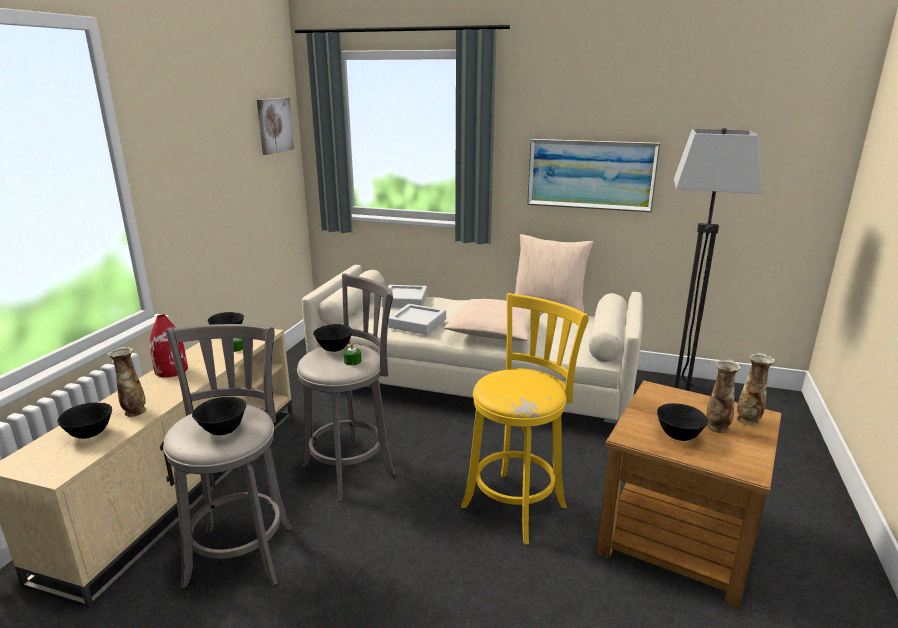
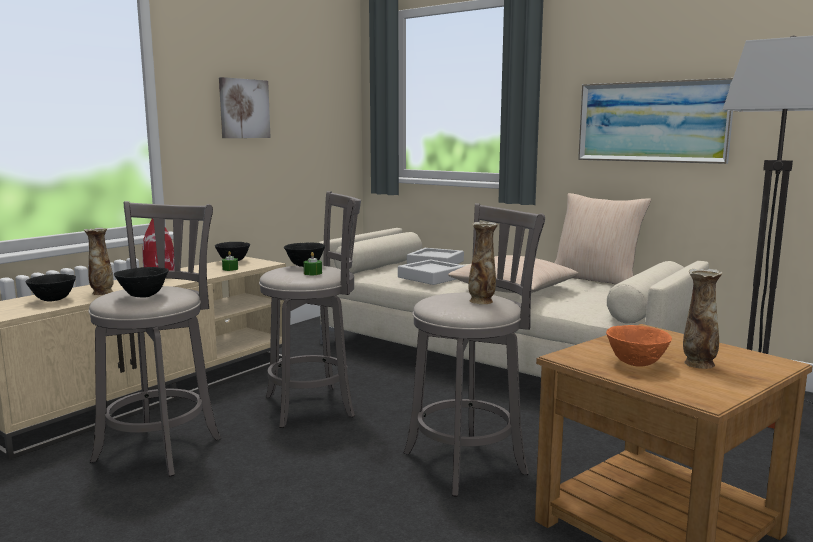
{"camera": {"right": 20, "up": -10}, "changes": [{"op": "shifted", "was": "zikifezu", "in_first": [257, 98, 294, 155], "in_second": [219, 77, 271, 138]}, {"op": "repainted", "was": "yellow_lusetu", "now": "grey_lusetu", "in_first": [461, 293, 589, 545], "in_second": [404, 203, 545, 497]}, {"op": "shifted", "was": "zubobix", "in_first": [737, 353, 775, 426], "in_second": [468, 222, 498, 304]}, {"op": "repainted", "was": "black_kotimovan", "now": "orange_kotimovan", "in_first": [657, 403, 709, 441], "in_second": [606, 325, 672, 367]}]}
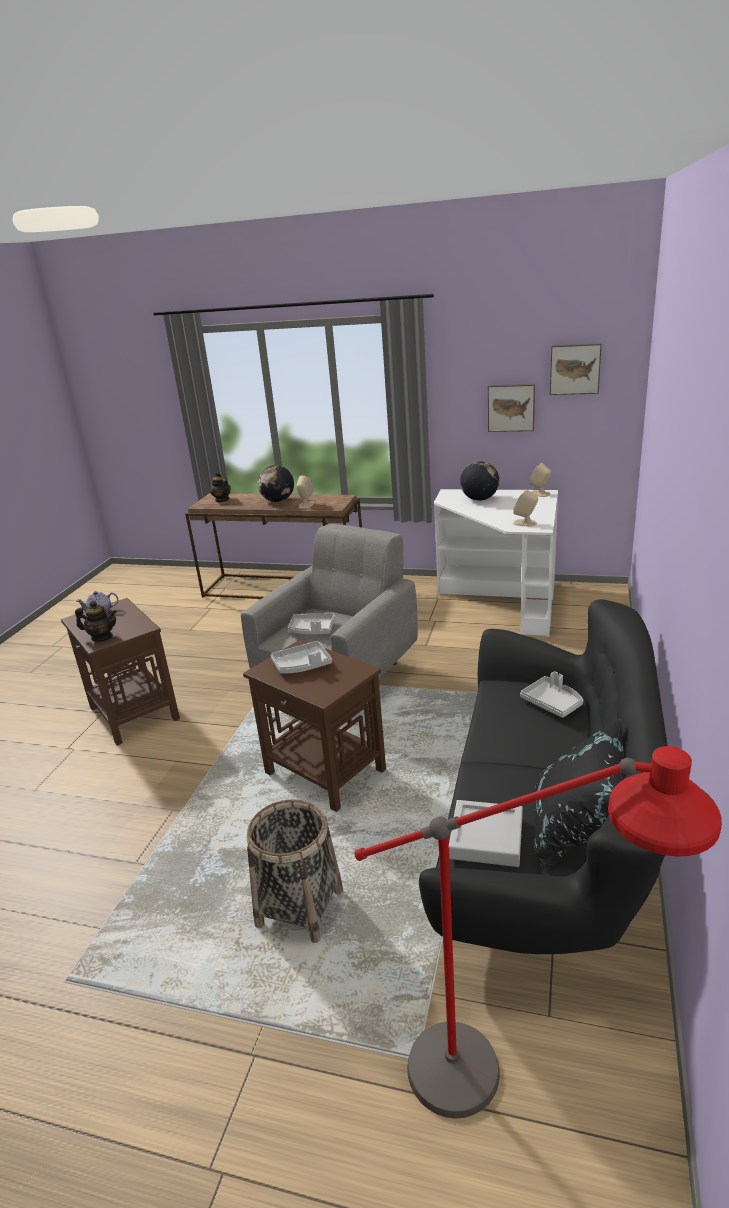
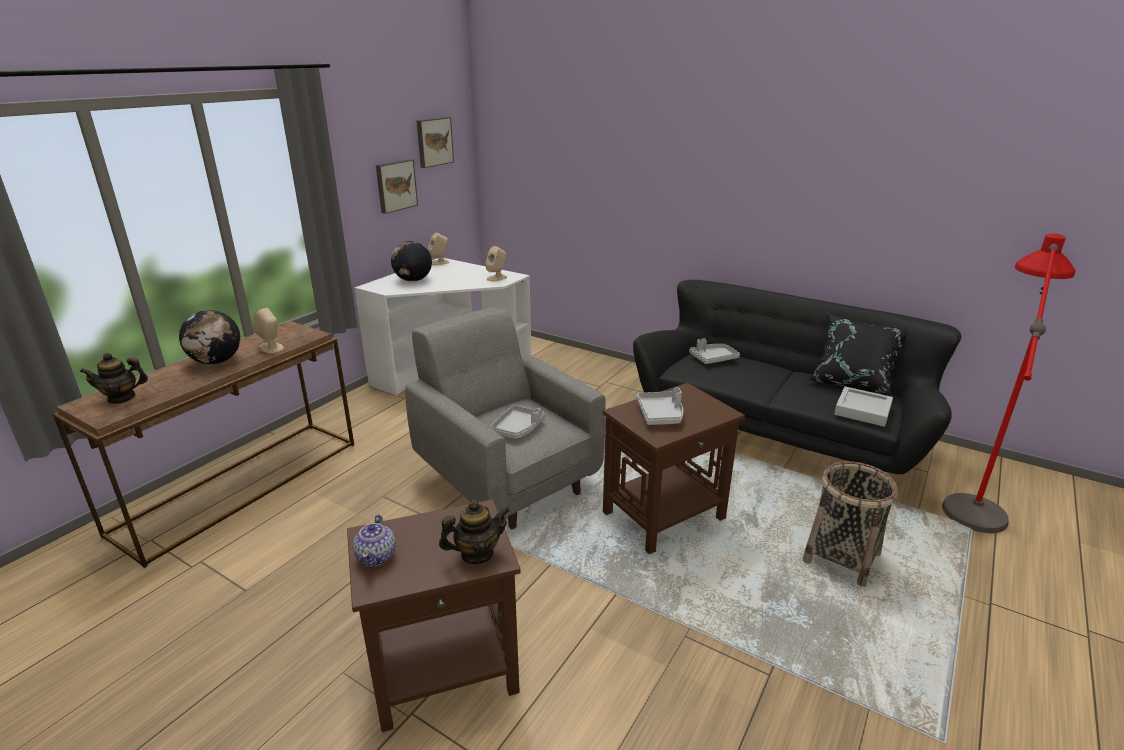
{"camera": {"right": -75, "up": 0}, "changes": [{"op": "rotated", "was": "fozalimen", "in_first": [75, 601, 117, 642], "in_second": [439, 500, 510, 564], "clockwise": 45}]}
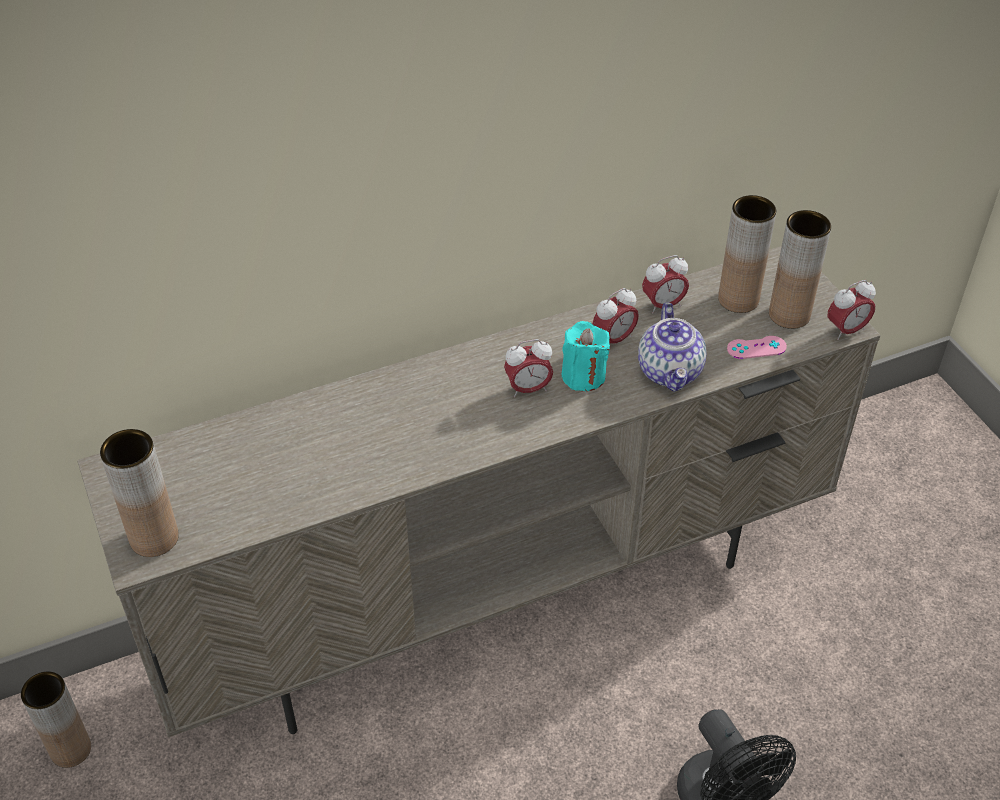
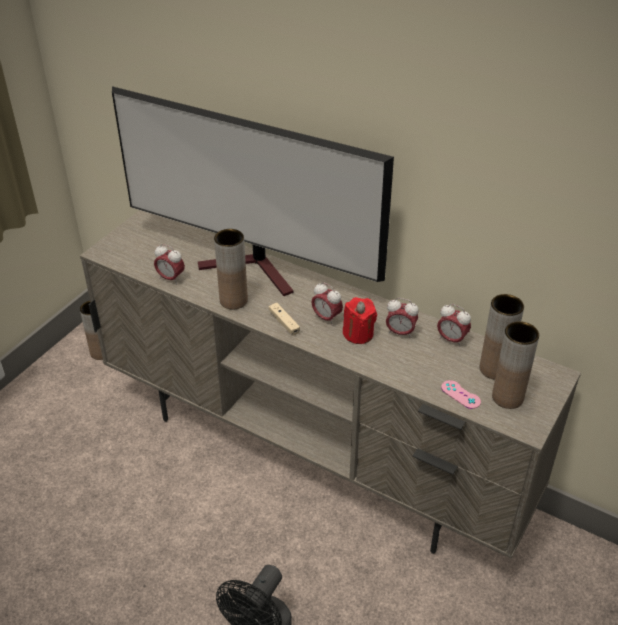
{"camera": {"right": 55, "up": -5}, "changes": [{"op": "shifted", "was": "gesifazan", "in_first": [828, 280, 876, 340], "in_second": [154, 244, 185, 284]}, {"op": "gone", "was": "fozalimen", "in_first": [638, 302, 707, 392]}, {"op": "repainted", "was": "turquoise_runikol", "now": "red_runikol", "in_first": [562, 321, 610, 391], "in_second": [343, 297, 377, 344]}, {"op": "shifted", "was": "brown_zubobix", "in_first": [100, 429, 179, 557], "in_second": [214, 229, 248, 310]}, {"op": "new", "now": "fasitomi", "in_second": [112, 86, 394, 296]}, {"op": "new", "now": "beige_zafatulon", "in_second": [269, 303, 300, 336]}]}
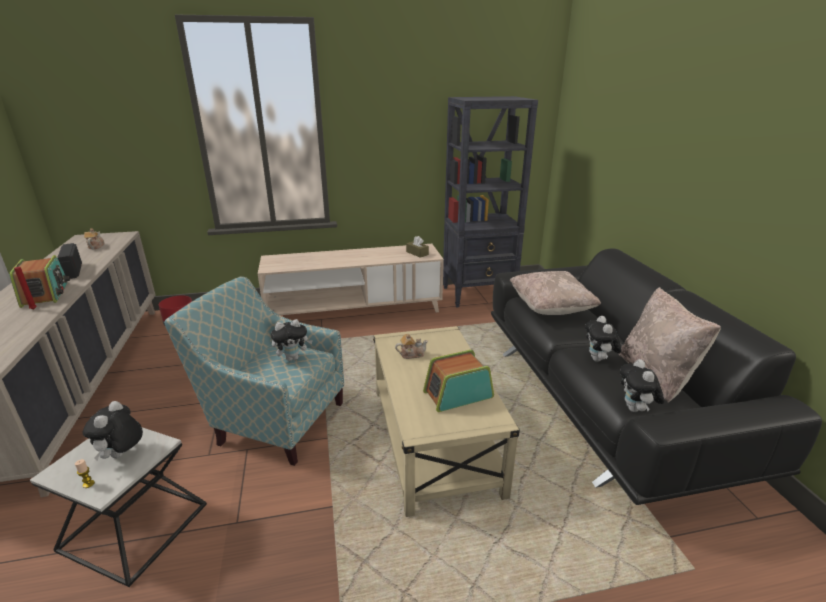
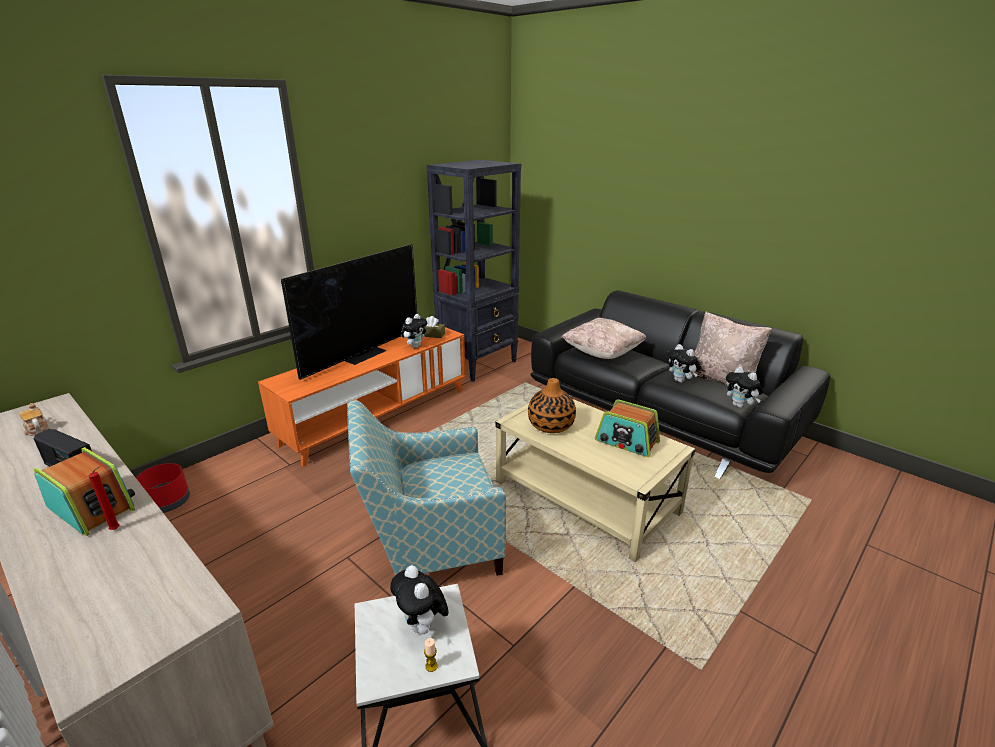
{"camera": {"right": -35, "up": 0}, "changes": [{"op": "repainted", "was": "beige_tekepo", "now": "orange_tekepo", "in_first": [258, 244, 444, 315], "in_second": [258, 327, 465, 467]}, {"op": "shifted", "was": "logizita", "in_first": [271, 319, 313, 361], "in_second": [401, 314, 427, 348]}, {"op": "swapped", "was": "fozalimen", "now": "zubobix", "in_first": [395, 334, 428, 359], "in_second": [528, 378, 576, 433]}, {"op": "rotated", "was": "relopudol", "in_first": [423, 350, 494, 412], "in_second": [595, 399, 660, 457], "clockwise": -90}, {"op": "new", "now": "fasitomi", "in_second": [281, 244, 417, 380]}]}
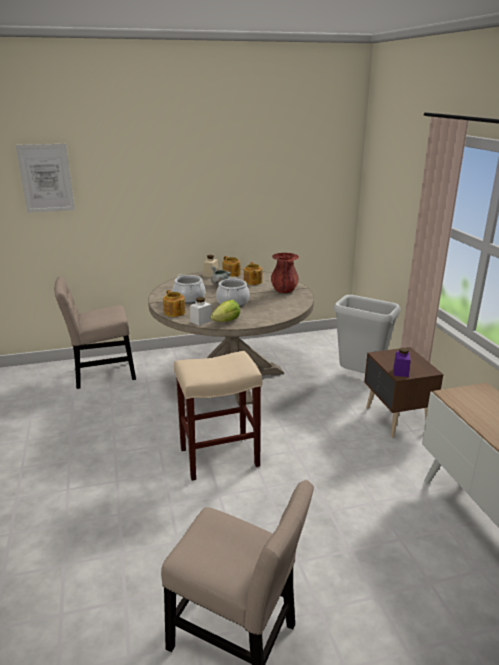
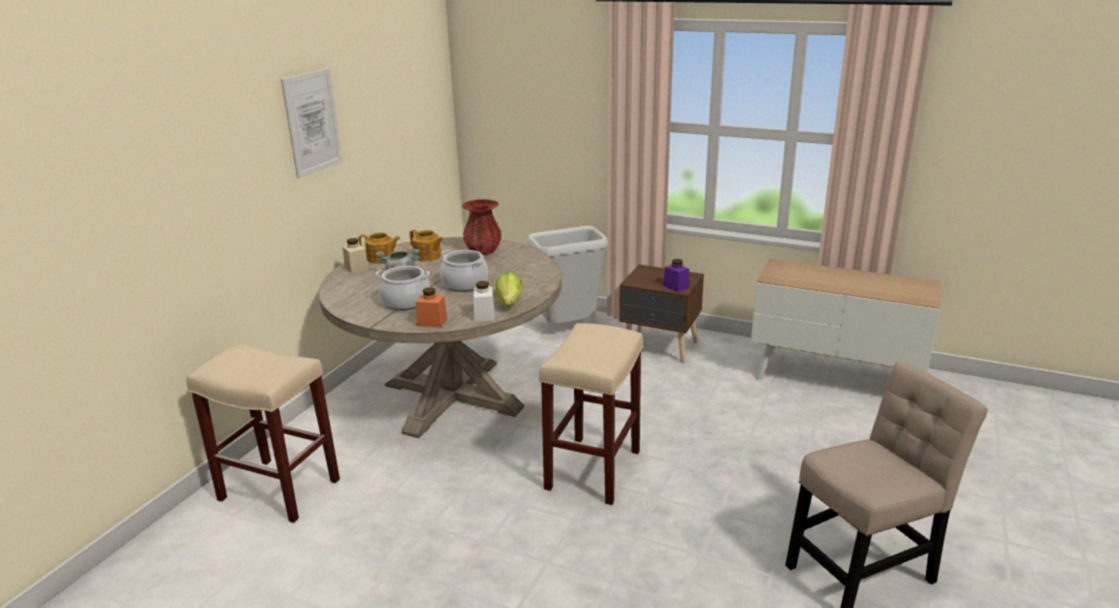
{"camera": {"right": -50, "up": 0}, "changes": [{"op": "shifted", "was": "zikifezu", "in_first": [16, 144, 75, 213], "in_second": [281, 68, 343, 179]}, {"op": "swapped", "was": "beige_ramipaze", "now": "beige_lusetu", "in_first": [54, 277, 136, 389], "in_second": [186, 344, 340, 523]}, {"op": "swapped", "was": "fozalimen", "now": "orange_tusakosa", "in_first": [163, 290, 186, 317], "in_second": [415, 287, 447, 328]}]}
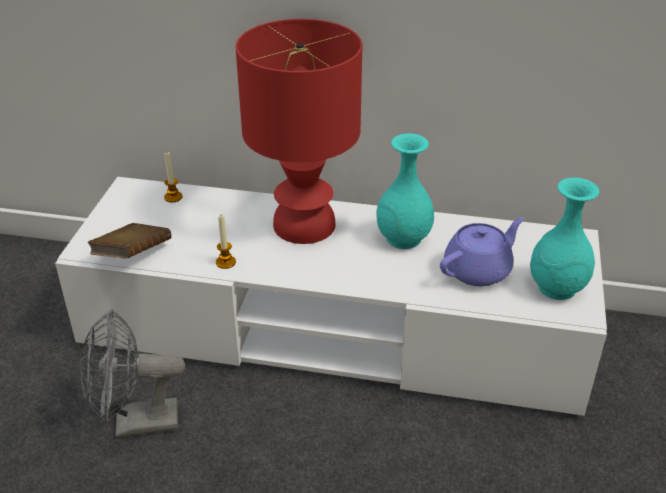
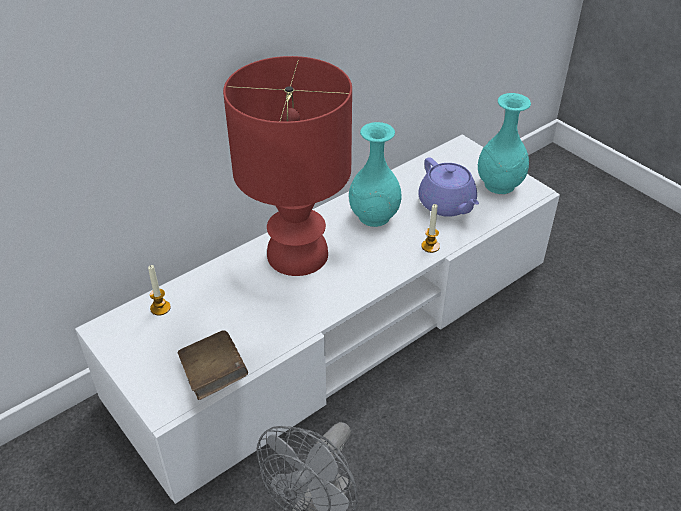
{"camera": {"right": -50, "up": 5}, "changes": [{"op": "shifted", "was": "runikol", "in_first": [216, 215, 236, 269], "in_second": [421, 204, 440, 253]}, {"op": "rotated", "was": "purple_fozalimen", "in_first": [440, 217, 524, 286], "in_second": [418, 157, 479, 217], "clockwise": 150}]}
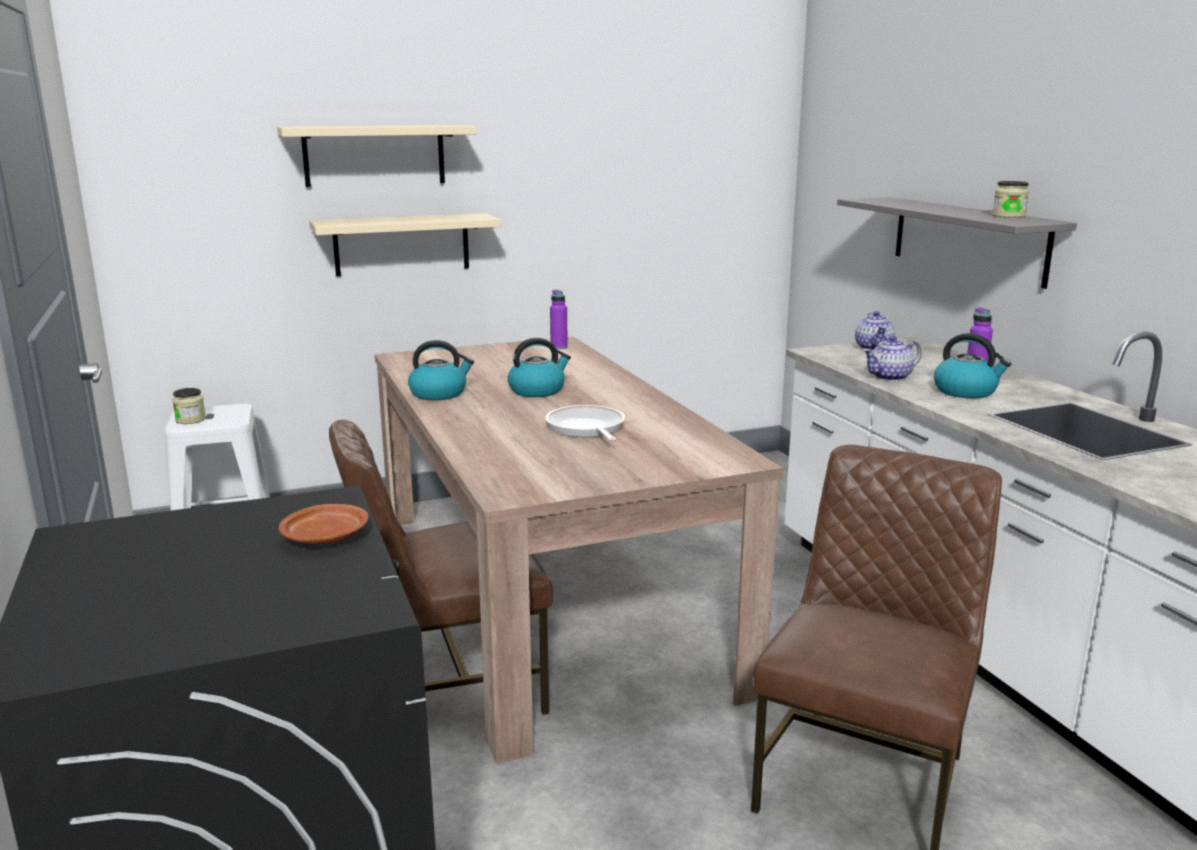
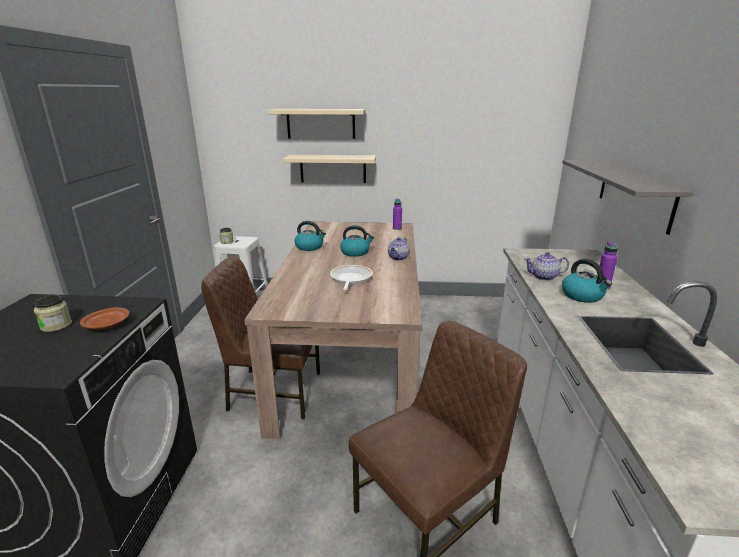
{"camera": {"right": 25, "up": 5}, "changes": [{"op": "shifted", "was": "tusakosa", "in_first": [992, 181, 1029, 218], "in_second": [33, 295, 72, 332]}, {"op": "shifted", "was": "fozalimen", "in_first": [855, 311, 895, 351], "in_second": [388, 237, 410, 260]}]}
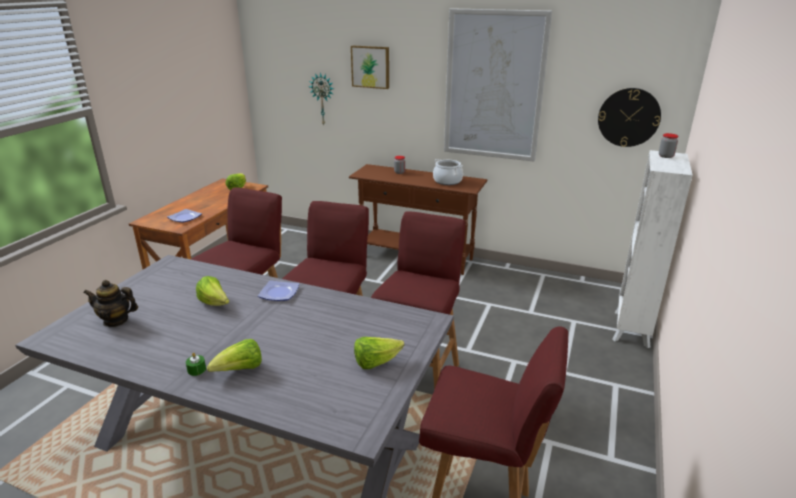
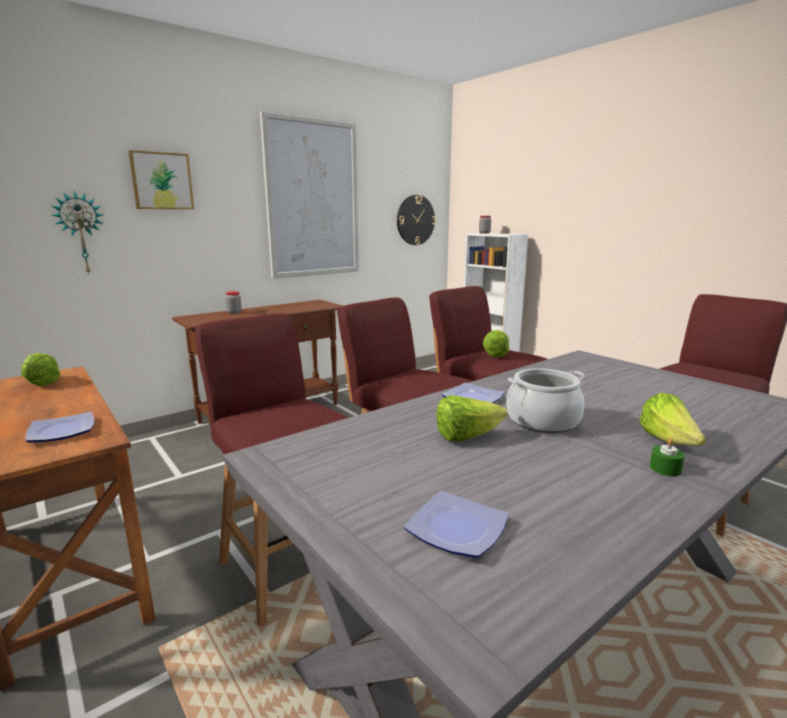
{"camera": {"right": -60, "up": -10}, "changes": [{"op": "shifted", "was": "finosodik", "in_first": [433, 159, 463, 185], "in_second": [506, 368, 585, 433]}, {"op": "swapped", "was": "fozalimen", "now": "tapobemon", "in_first": [83, 280, 138, 327], "in_second": [404, 491, 509, 558]}, {"op": "shifted", "was": "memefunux", "in_first": [354, 337, 404, 369], "in_second": [482, 330, 509, 358]}]}
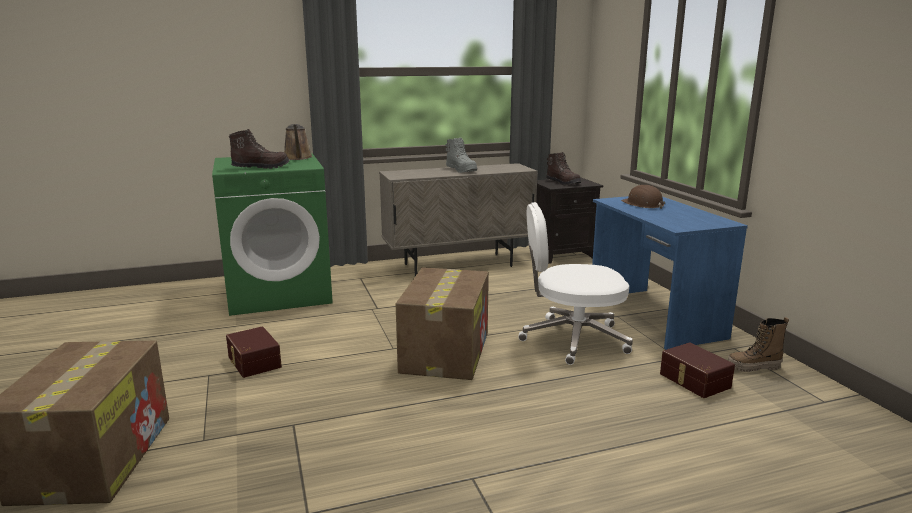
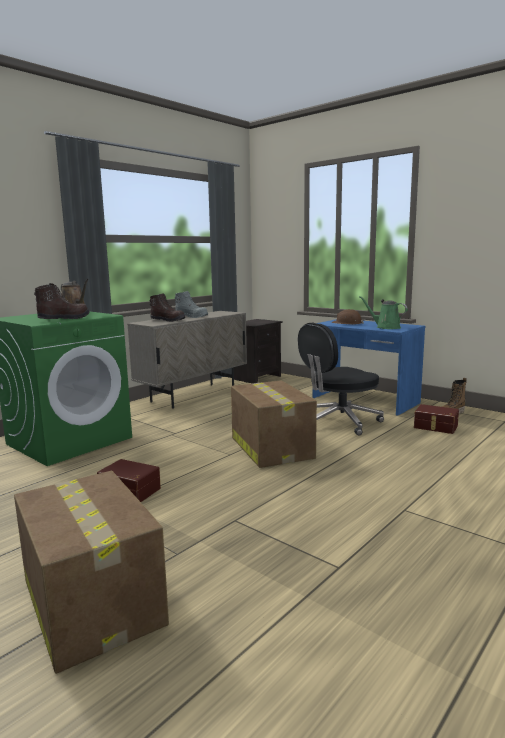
{"camera": {"right": -30, "up": -5}, "changes": [{"op": "shifted", "was": "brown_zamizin", "in_first": [546, 152, 581, 185], "in_second": [150, 293, 186, 322]}, {"op": "repainted", "was": "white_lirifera", "now": "black_lirifera", "in_first": [518, 202, 633, 365], "in_second": [298, 323, 384, 435]}, {"op": "new", "now": "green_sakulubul", "in_second": [359, 296, 408, 329]}]}
